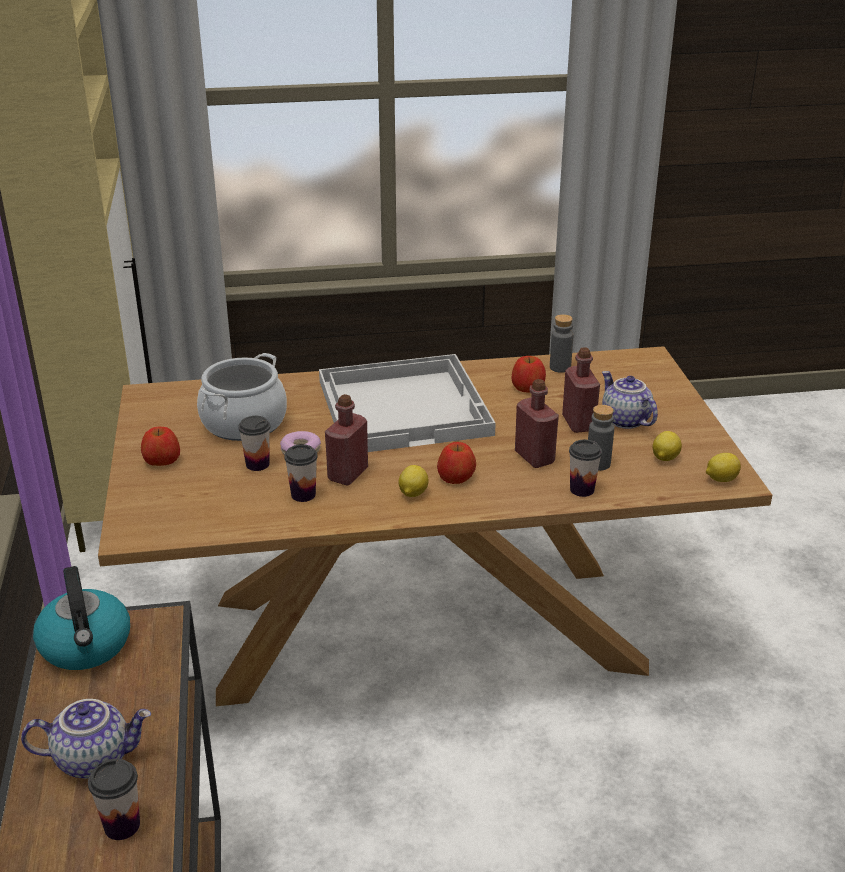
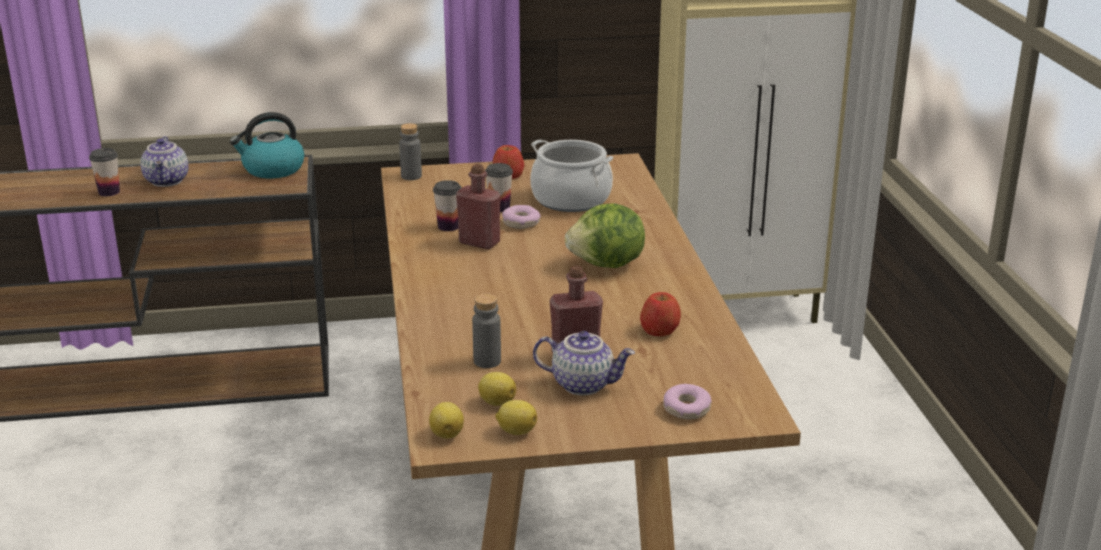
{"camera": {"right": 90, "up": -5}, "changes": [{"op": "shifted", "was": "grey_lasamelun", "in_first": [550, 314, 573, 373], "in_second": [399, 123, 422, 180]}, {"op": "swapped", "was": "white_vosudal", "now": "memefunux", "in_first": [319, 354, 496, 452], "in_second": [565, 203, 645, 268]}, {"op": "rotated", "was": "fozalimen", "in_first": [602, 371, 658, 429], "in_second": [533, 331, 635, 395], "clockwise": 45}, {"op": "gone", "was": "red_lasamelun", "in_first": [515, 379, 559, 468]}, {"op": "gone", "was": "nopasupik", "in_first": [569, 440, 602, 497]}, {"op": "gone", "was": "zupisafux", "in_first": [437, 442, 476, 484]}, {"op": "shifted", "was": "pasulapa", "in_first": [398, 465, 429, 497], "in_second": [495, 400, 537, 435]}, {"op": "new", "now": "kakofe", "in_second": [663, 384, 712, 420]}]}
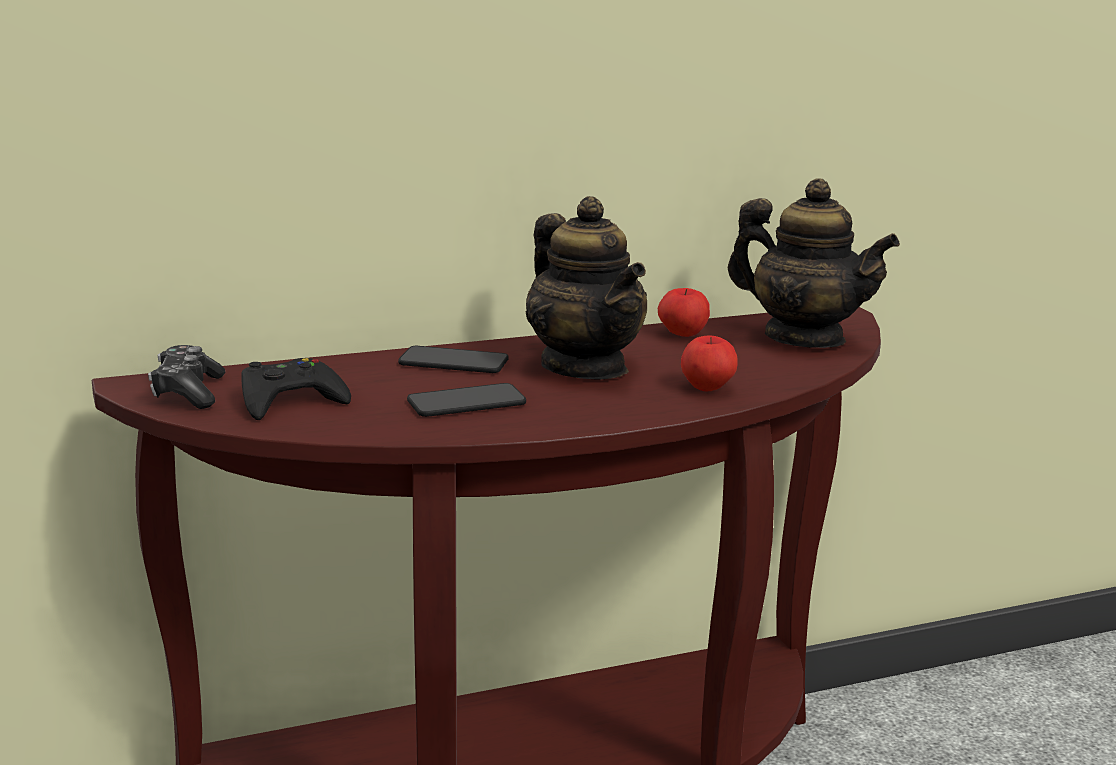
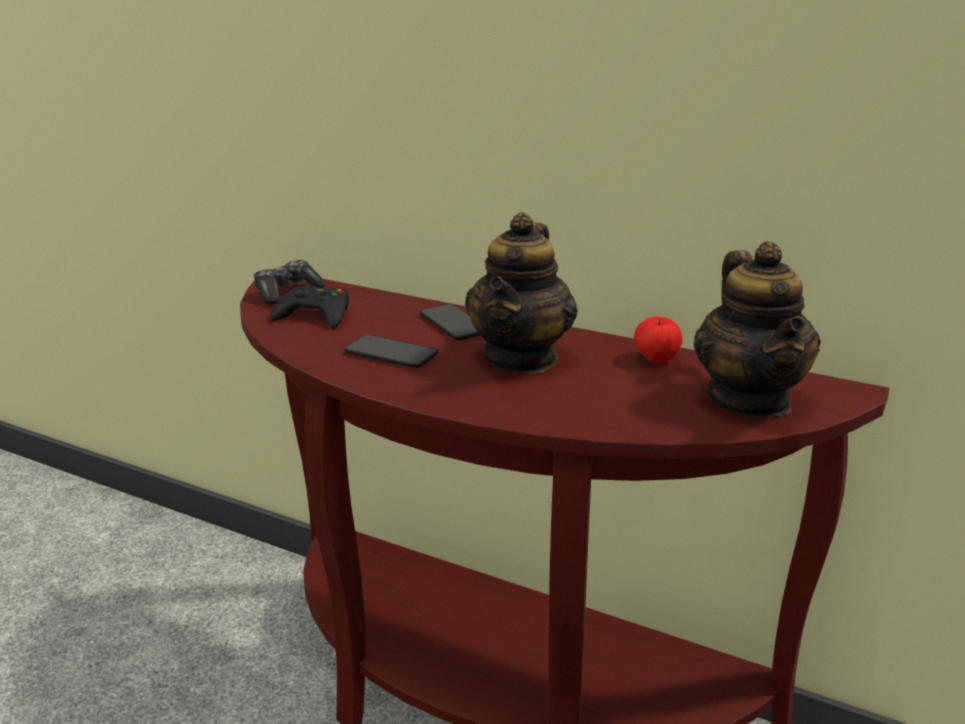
{"camera": {"right": 50, "up": 5}, "changes": [{"op": "gone", "was": "zupisafux", "in_first": [681, 335, 738, 392]}]}
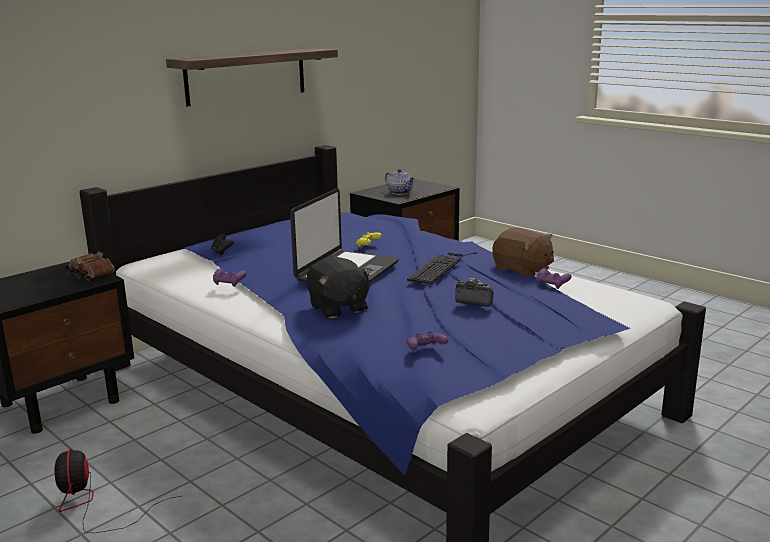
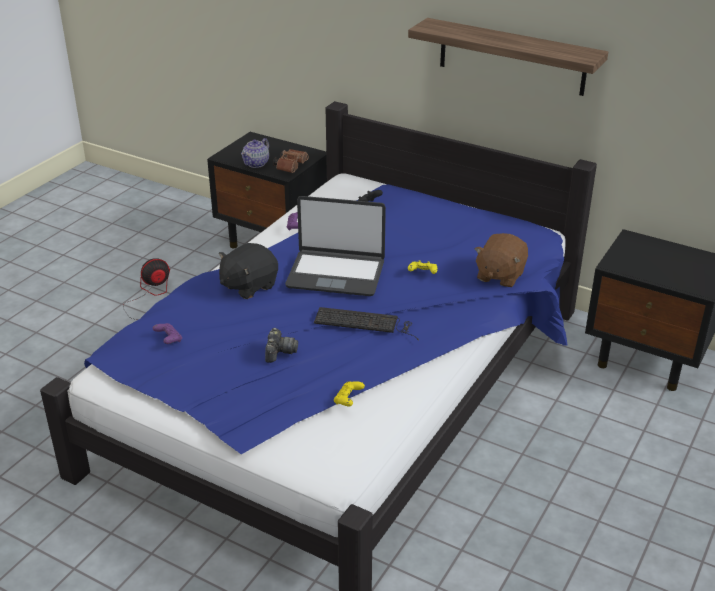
{"camera": {"right": 75, "up": 15}, "changes": [{"op": "shifted", "was": "fozalimen", "in_first": [385, 169, 415, 195], "in_second": [241, 138, 269, 168]}, {"op": "shifted", "was": "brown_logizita", "in_first": [492, 228, 554, 276], "in_second": [475, 233, 528, 287]}, {"op": "repainted", "was": "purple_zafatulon", "now": "yellow_zafatulon", "in_first": [537, 268, 571, 289], "in_second": [334, 381, 365, 406]}]}
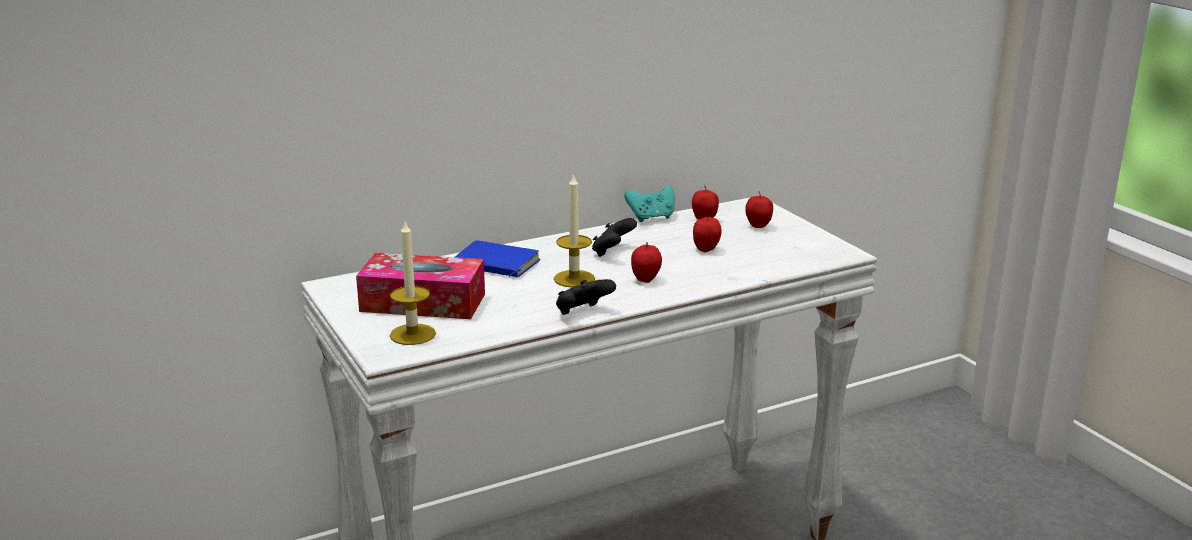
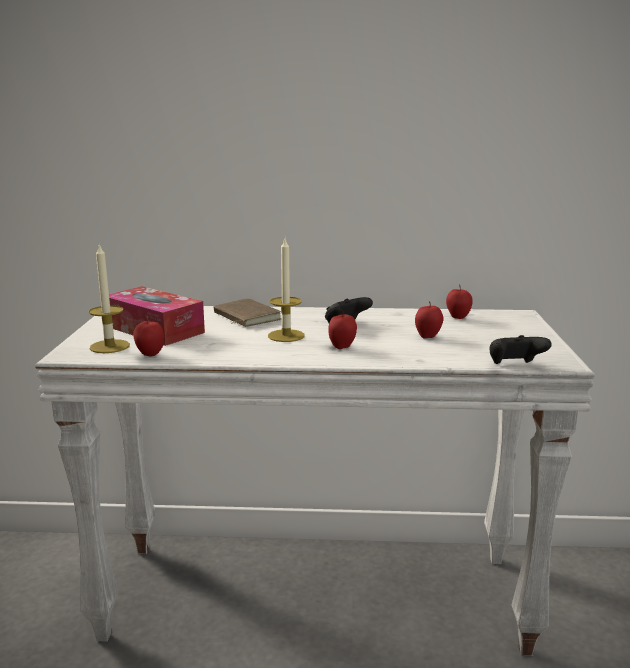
{"camera": {"right": 30, "up": -5}, "changes": [{"op": "gone", "was": "turquoise_zafatulon", "in_first": [624, 185, 675, 222]}, {"op": "shifted", "was": "zupisafux", "in_first": [745, 191, 773, 228], "in_second": [133, 316, 164, 357]}, {"op": "repainted", "was": "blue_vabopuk", "now": "brown_vabopuk", "in_first": [455, 241, 541, 278], "in_second": [213, 298, 281, 327]}, {"op": "shifted", "was": "black_zafatulon", "in_first": [556, 279, 616, 315], "in_second": [490, 335, 552, 364]}]}
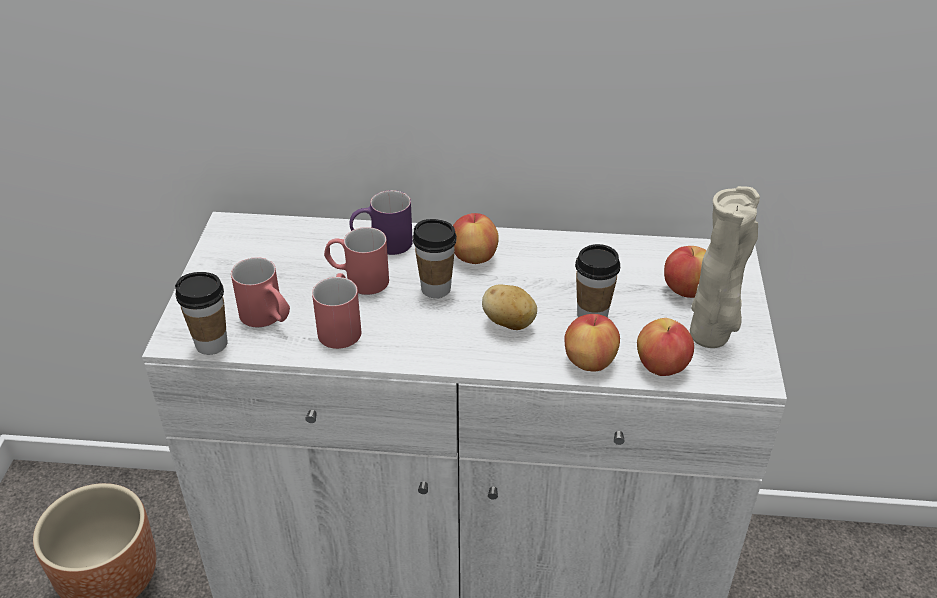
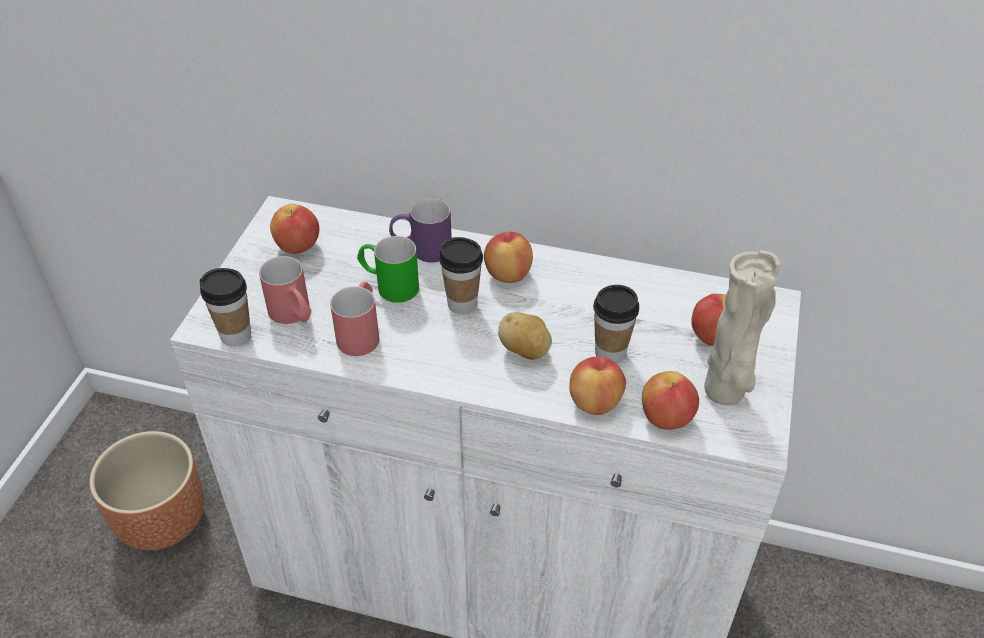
{"camera": {"right": 10, "up": 5}, "changes": [{"op": "repainted", "was": "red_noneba", "now": "green_noneba", "in_first": [324, 227, 389, 295], "in_second": [357, 236, 419, 303]}, {"op": "new", "now": "zupisafux", "in_second": [270, 204, 319, 254]}]}
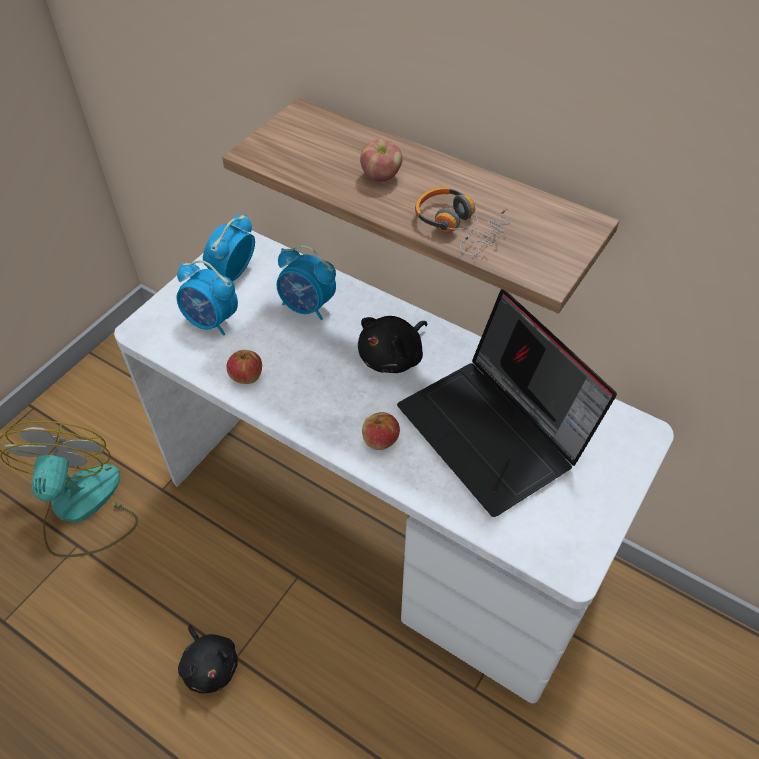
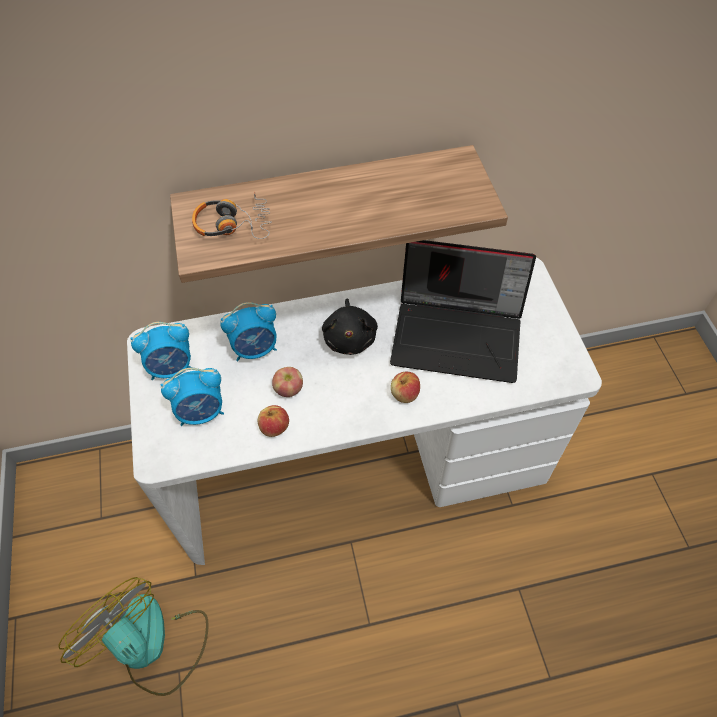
{"camera": {"right": -45, "up": 5}, "changes": [{"op": "shifted", "was": "zupisafux", "in_first": [360, 139, 402, 182], "in_second": [272, 367, 303, 397]}, {"op": "shifted", "was": "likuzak", "in_first": [415, 187, 510, 255], "in_second": [192, 192, 272, 239]}, {"op": "rotated", "was": "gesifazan", "in_first": [203, 214, 255, 281], "in_second": [130, 322, 192, 380], "clockwise": -90}, {"op": "gone", "was": "black_logizita", "in_first": [178, 625, 238, 694]}]}
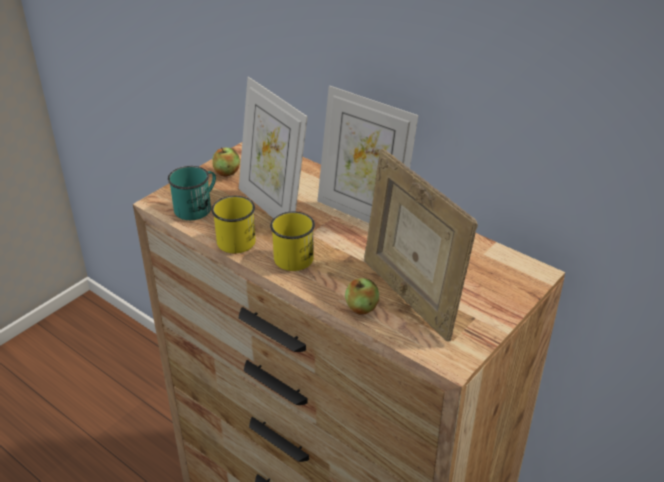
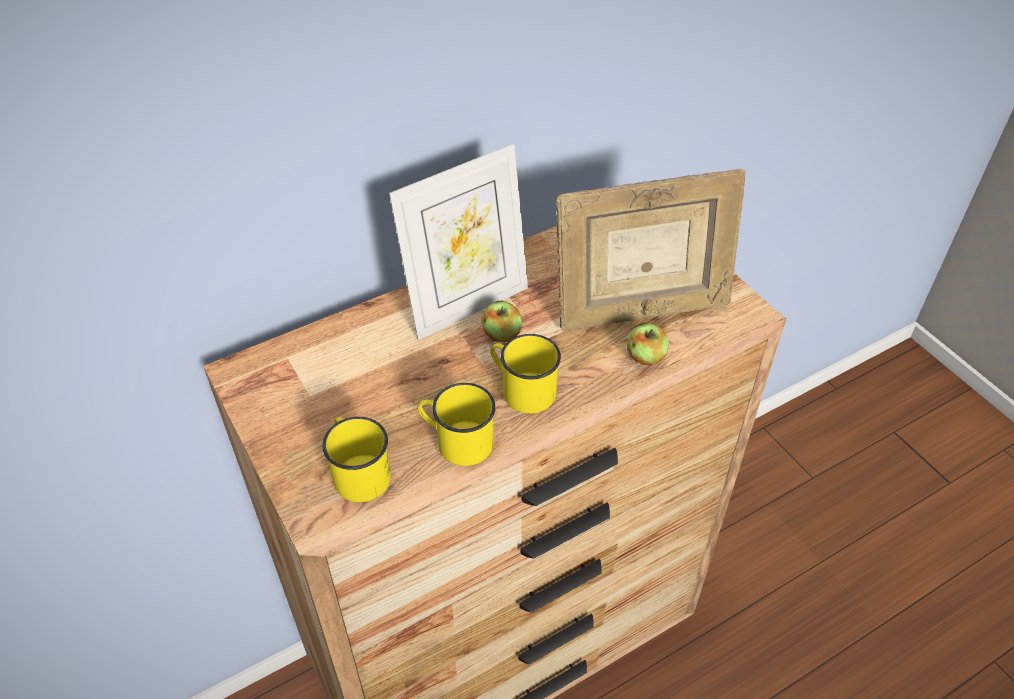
{"camera": {"right": -70, "up": 10}, "changes": [{"op": "gone", "was": "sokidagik", "in_first": [239, 77, 308, 219]}, {"op": "shifted", "was": "zupisafux", "in_first": [212, 147, 240, 177], "in_second": [481, 300, 522, 342]}, {"op": "repainted", "was": "turquoise_noneba", "now": "yellow_noneba", "in_first": [168, 166, 216, 220], "in_second": [323, 417, 391, 502]}]}
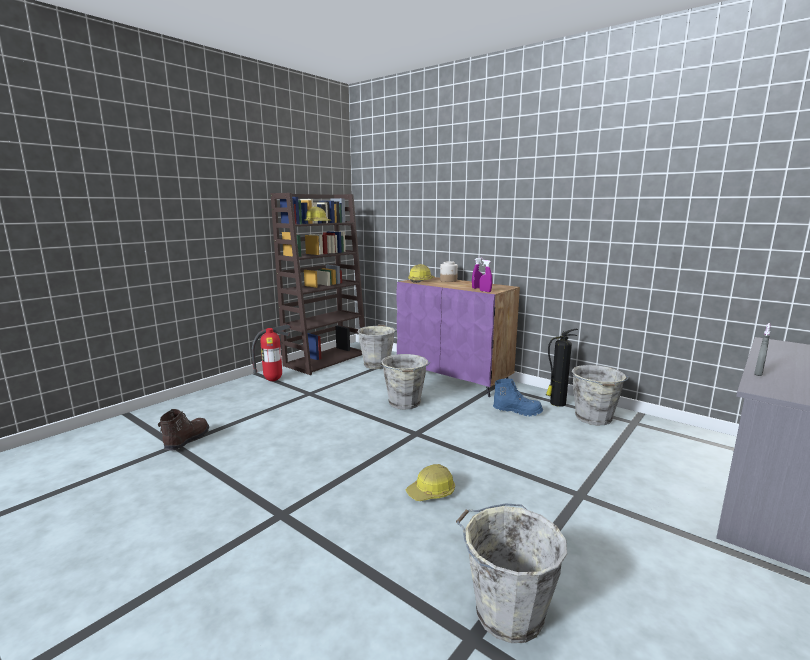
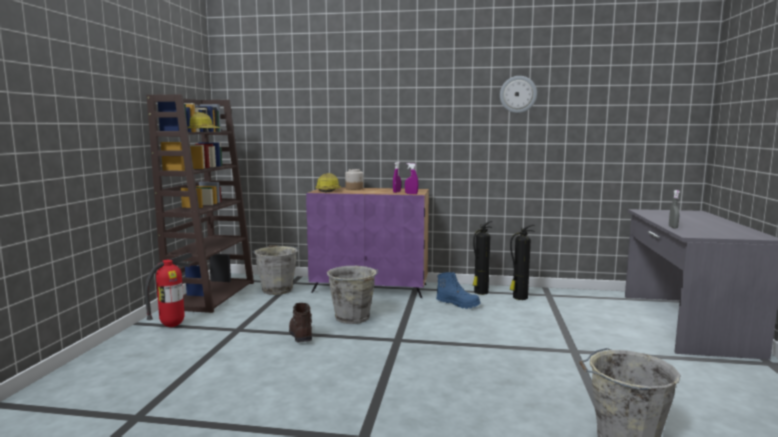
{"camera": {"right": -30, "up": -5}, "changes": [{"op": "swapped", "was": "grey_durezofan", "now": "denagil", "in_first": [572, 365, 629, 425], "in_second": [509, 225, 535, 300]}, {"op": "rotated", "was": "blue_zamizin", "in_first": [493, 378, 543, 416], "in_second": [436, 272, 480, 309], "clockwise": 45}, {"op": "shifted", "was": "brown_zamizin", "in_first": [158, 409, 209, 450], "in_second": [289, 303, 312, 343]}, {"op": "gone", "was": "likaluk", "in_first": [405, 464, 455, 501]}, {"op": "new", "now": "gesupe", "in_second": [500, 76, 537, 113]}]}
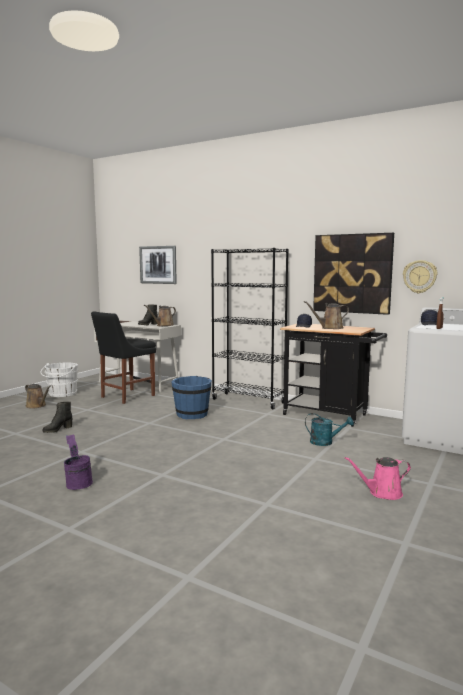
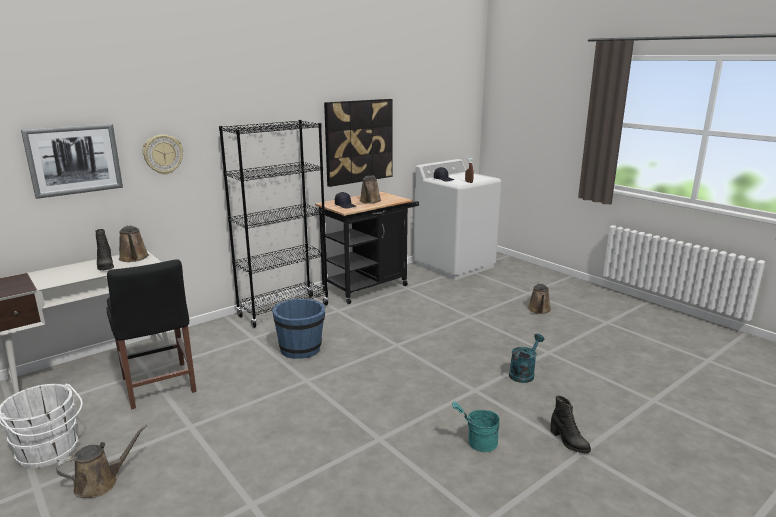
{"camera": {"right": -70, "up": 10}, "changes": [{"op": "shifted", "was": "gesupe", "in_first": [403, 260, 437, 293], "in_second": [143, 135, 183, 175]}, {"op": "shifted", "was": "black_zamizin", "in_first": [42, 402, 73, 433], "in_second": [550, 396, 591, 454]}, {"op": "shifted", "was": "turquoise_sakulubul", "in_first": [305, 413, 354, 446], "in_second": [509, 334, 544, 383]}, {"op": "repainted", "was": "purple_durezofan", "now": "turquoise_durezofan", "in_first": [64, 434, 93, 490], "in_second": [452, 401, 500, 452]}, {"op": "repainted", "was": "pink_sakulubul", "now": "brown_sakulubul", "in_first": [344, 457, 411, 500], "in_second": [528, 282, 551, 314]}]}
